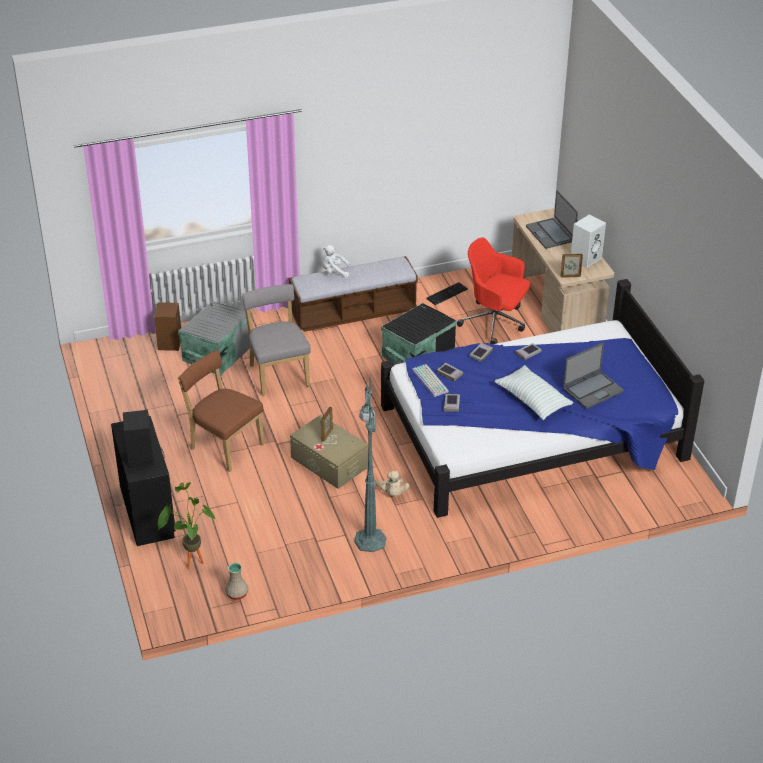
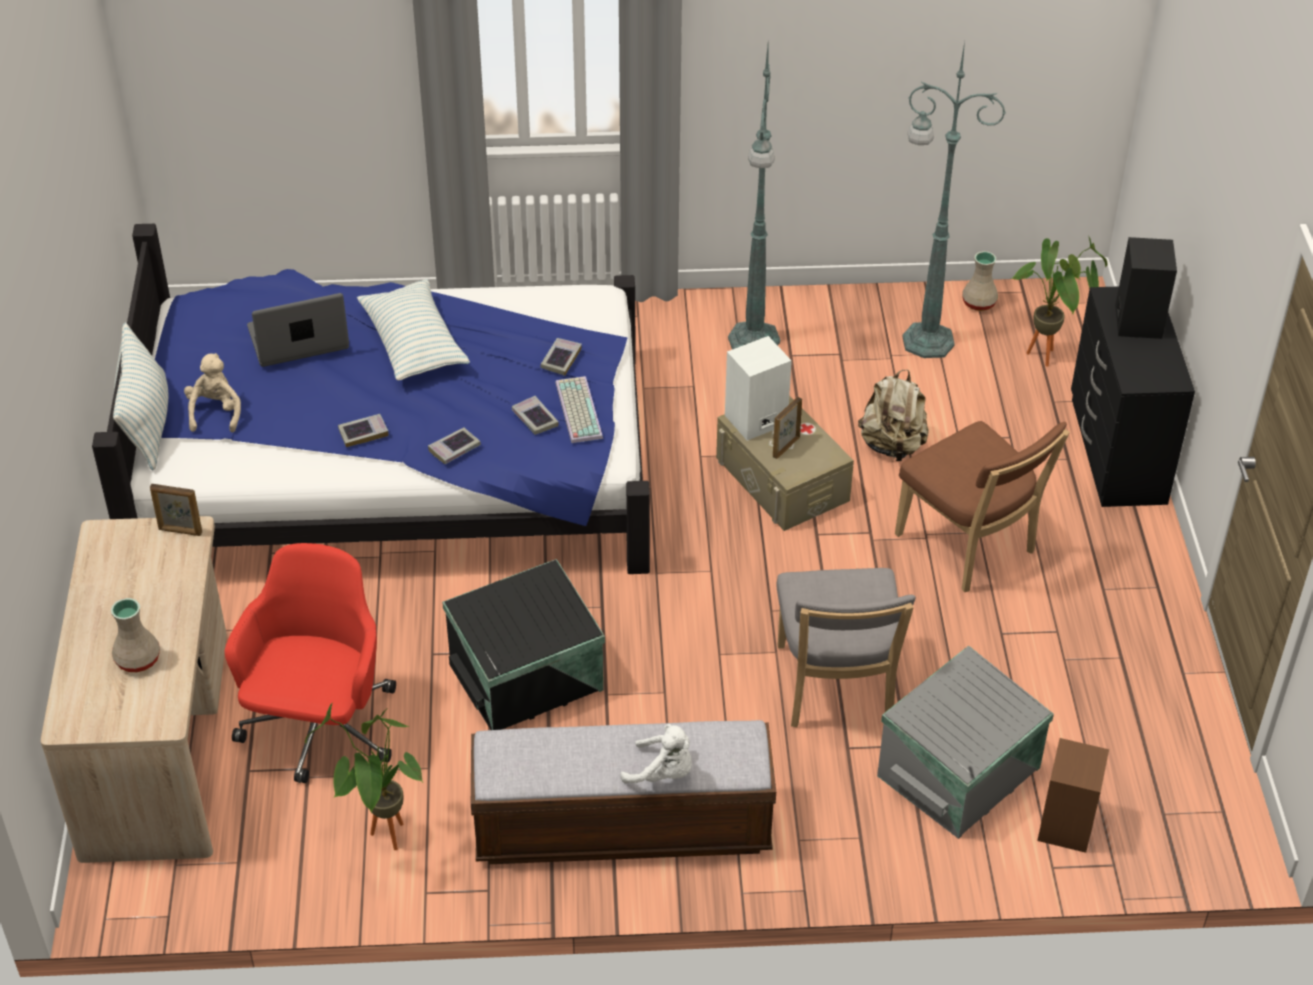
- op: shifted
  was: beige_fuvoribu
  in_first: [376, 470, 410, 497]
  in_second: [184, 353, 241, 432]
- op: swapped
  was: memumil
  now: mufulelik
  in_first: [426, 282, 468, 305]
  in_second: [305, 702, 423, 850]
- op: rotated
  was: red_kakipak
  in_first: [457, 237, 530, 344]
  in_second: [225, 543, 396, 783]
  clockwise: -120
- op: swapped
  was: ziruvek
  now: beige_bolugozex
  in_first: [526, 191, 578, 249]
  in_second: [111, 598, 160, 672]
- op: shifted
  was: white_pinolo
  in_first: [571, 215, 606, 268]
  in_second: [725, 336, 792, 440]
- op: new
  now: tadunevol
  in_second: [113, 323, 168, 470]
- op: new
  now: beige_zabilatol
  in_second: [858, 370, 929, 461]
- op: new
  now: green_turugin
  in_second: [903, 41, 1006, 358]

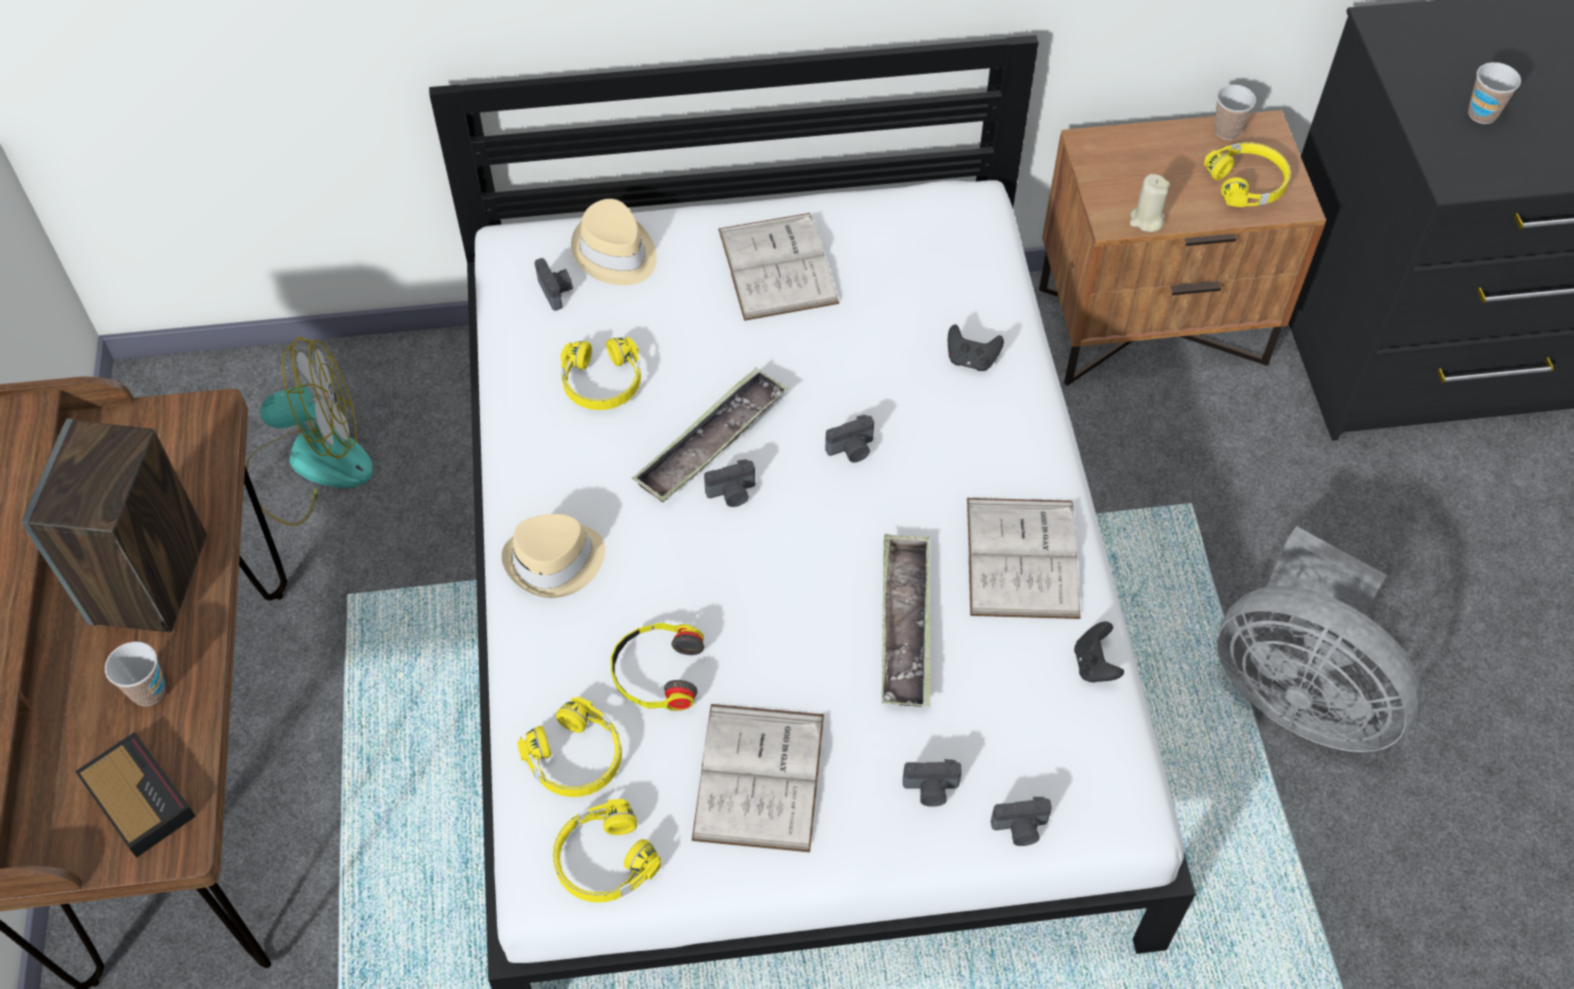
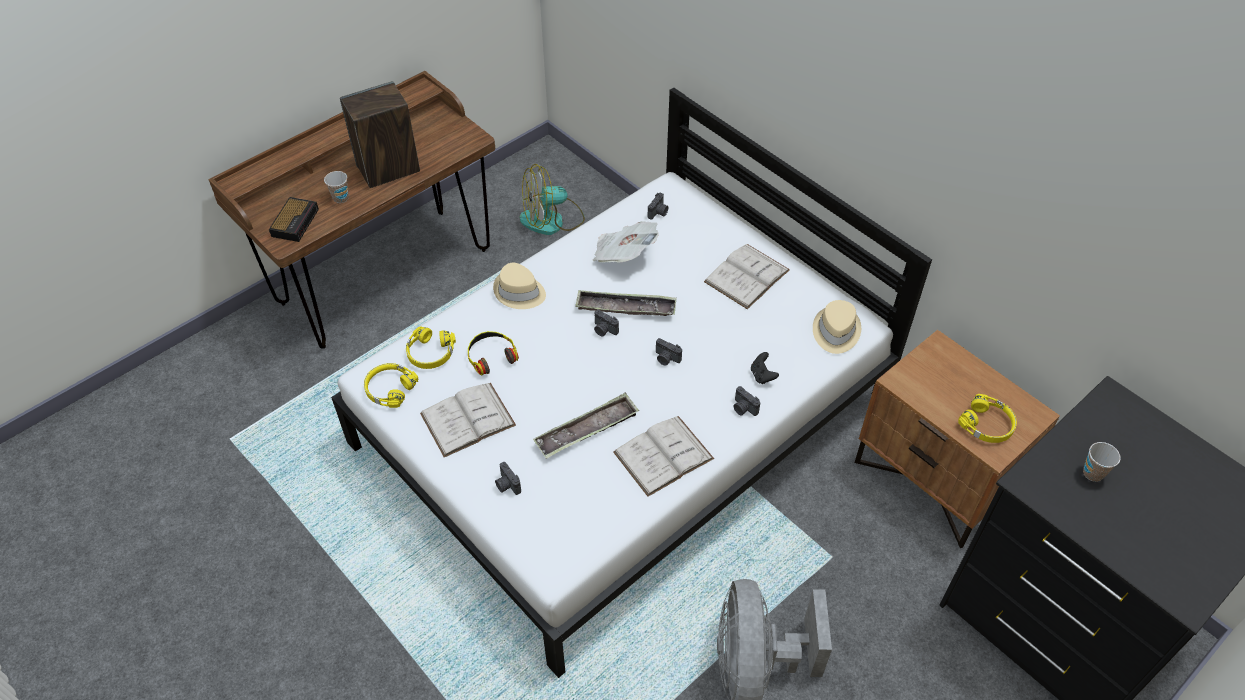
- op: rotated
  was: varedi
  in_first: [246, 337, 373, 526]
  in_second: [520, 164, 585, 235]
  clockwise: 120
- op: swapped
  was: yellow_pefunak
  now: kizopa
  in_first: [560, 337, 641, 410]
  in_second: [593, 221, 659, 263]
- op: shifted
  was: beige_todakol
  in_first: [571, 199, 657, 285]
  in_second: [813, 300, 861, 354]
- op: shifted
  was: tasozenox
  in_first: [991, 797, 1052, 846]
  in_second: [733, 386, 760, 416]
- op: gone
  was: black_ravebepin
  in_first: [1074, 622, 1124, 682]
- op: gone
  was: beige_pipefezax
  in_first: [1130, 174, 1170, 232]
- op: gone
  was: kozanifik
  in_first: [1214, 85, 1256, 140]

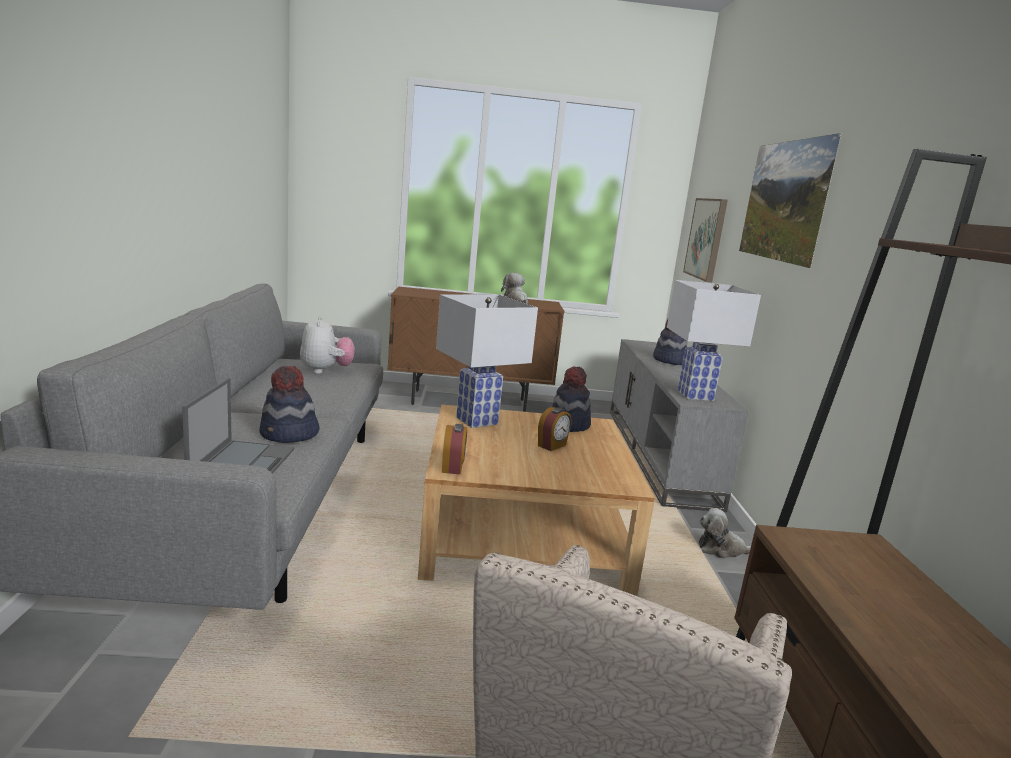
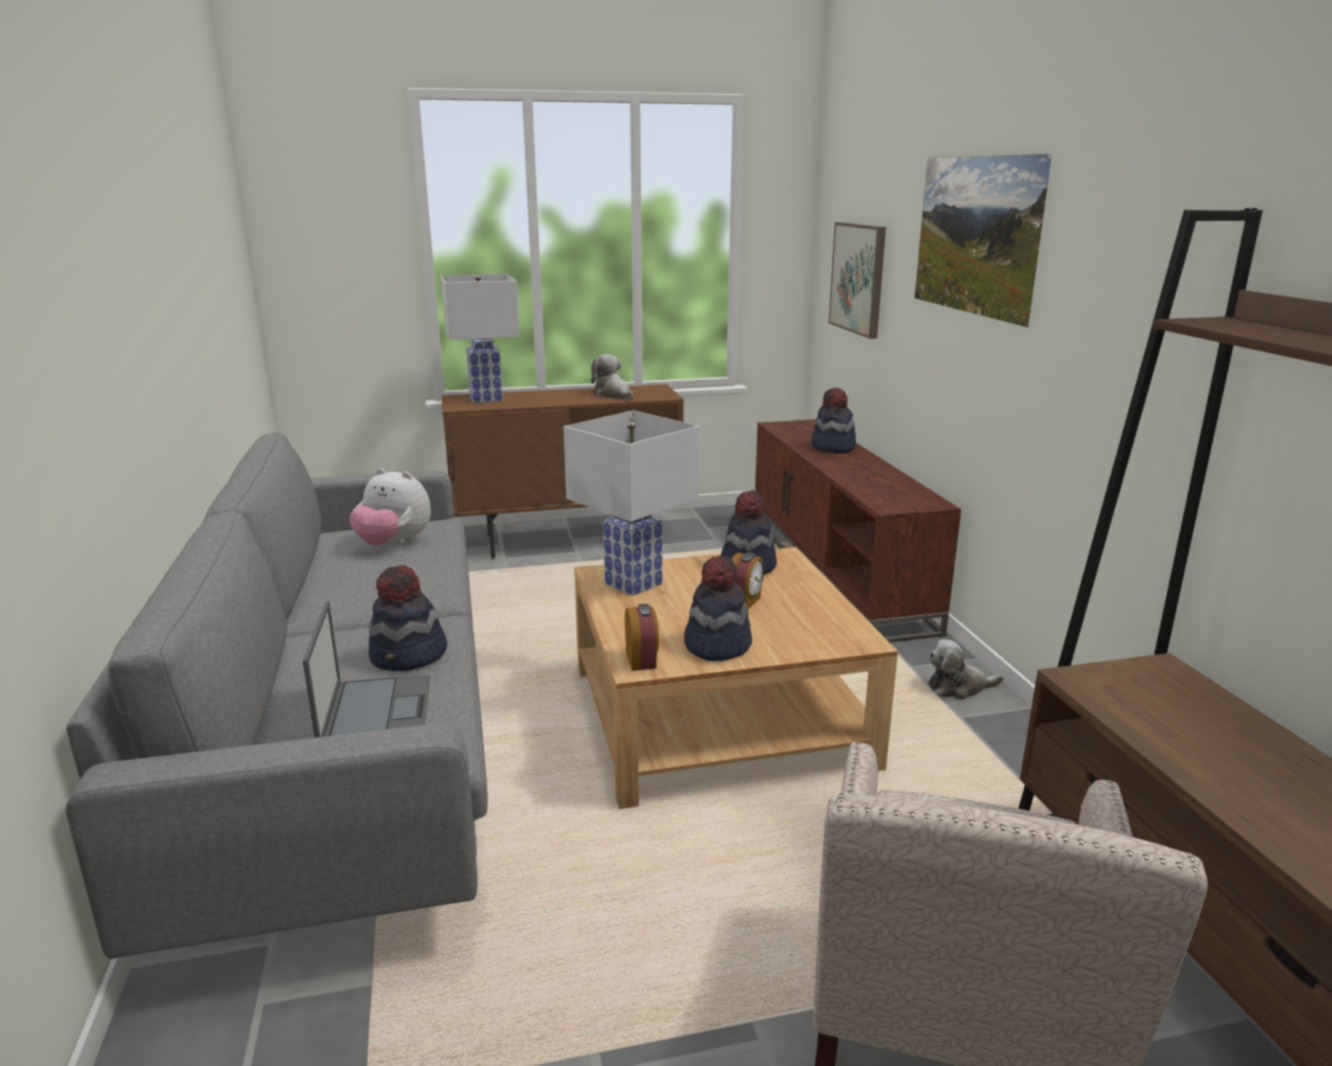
- op: rotated
  was: fuvoribu
  in_first: [300, 316, 355, 374]
  in_second: [350, 468, 431, 546]
  clockwise: 135
- op: repainted
  was: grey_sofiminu
  now: brown_sofiminu
  in_first: [610, 339, 749, 512]
  in_second: [755, 419, 961, 643]
- op: shifted
  was: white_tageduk
  in_first: [667, 280, 761, 401]
  in_second: [441, 274, 520, 403]
- op: new
  now: todakol
  in_second: [684, 555, 752, 661]

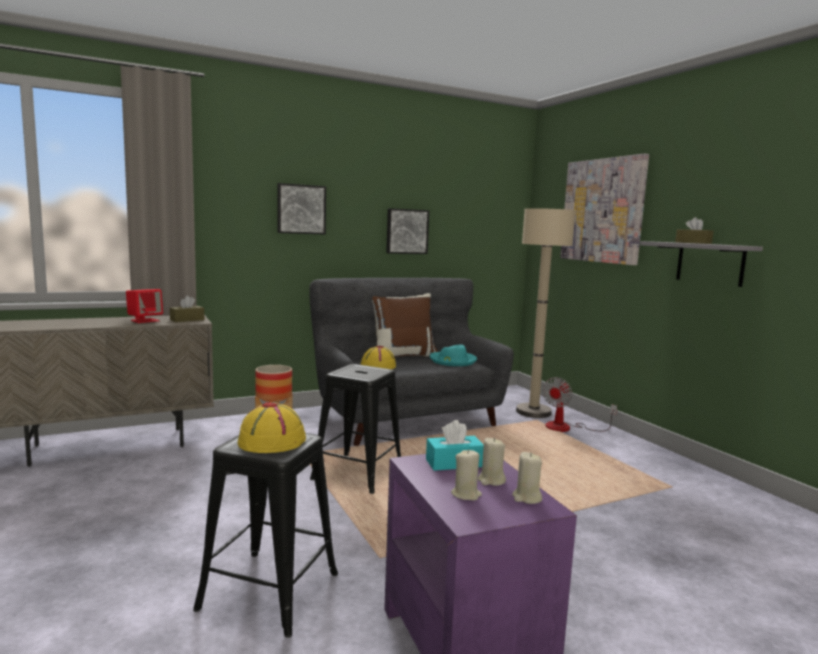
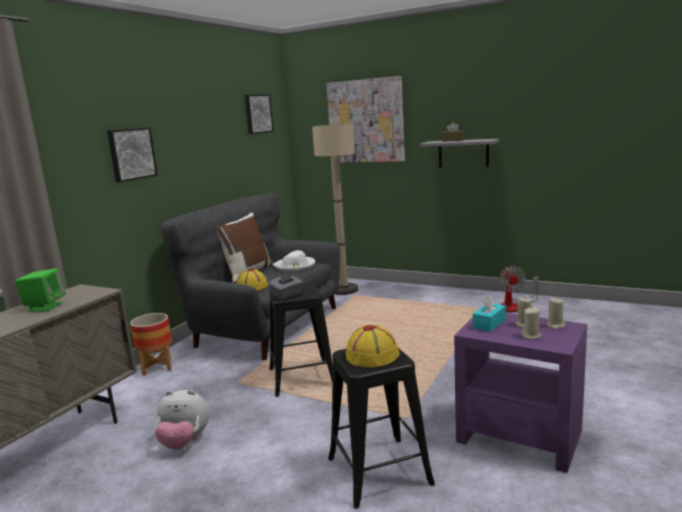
- op: repainted
  was: red_pinolo
  now: green_pinolo
  in_first: [126, 289, 163, 323]
  in_second: [15, 268, 66, 312]
- op: gone
  was: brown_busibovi
  in_first: [170, 295, 204, 322]
- op: shifted
  was: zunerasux
  in_first: [386, 208, 429, 254]
  in_second: [244, 94, 274, 134]
- op: repainted
  was: turquoise_todakol
  now: white_todakol
  in_first: [430, 345, 477, 366]
  in_second: [273, 250, 315, 271]
- op: shifted
  was: varedi
  in_first: [542, 377, 617, 432]
  in_second: [498, 266, 539, 312]
- op: new
  now: fuvoribu
  in_second: [155, 390, 209, 450]
- op: new
  now: grey_busibovi
  in_second: [268, 272, 303, 300]

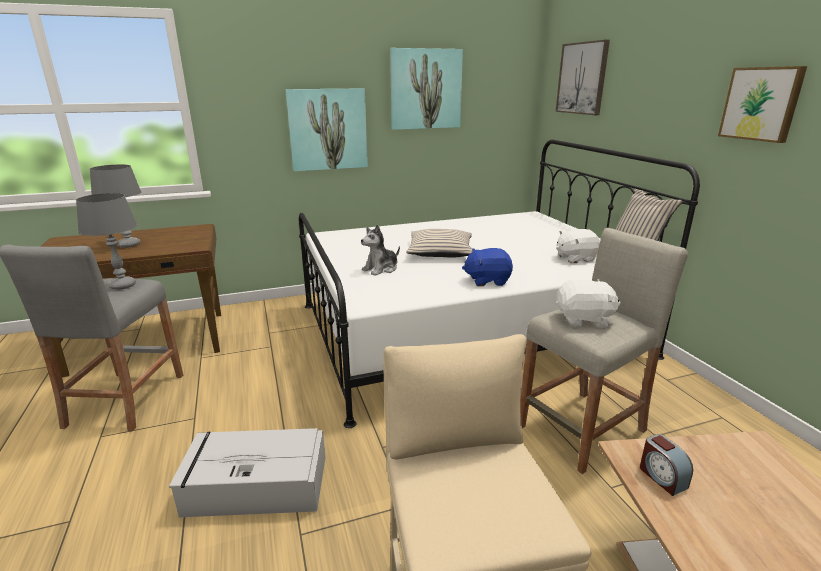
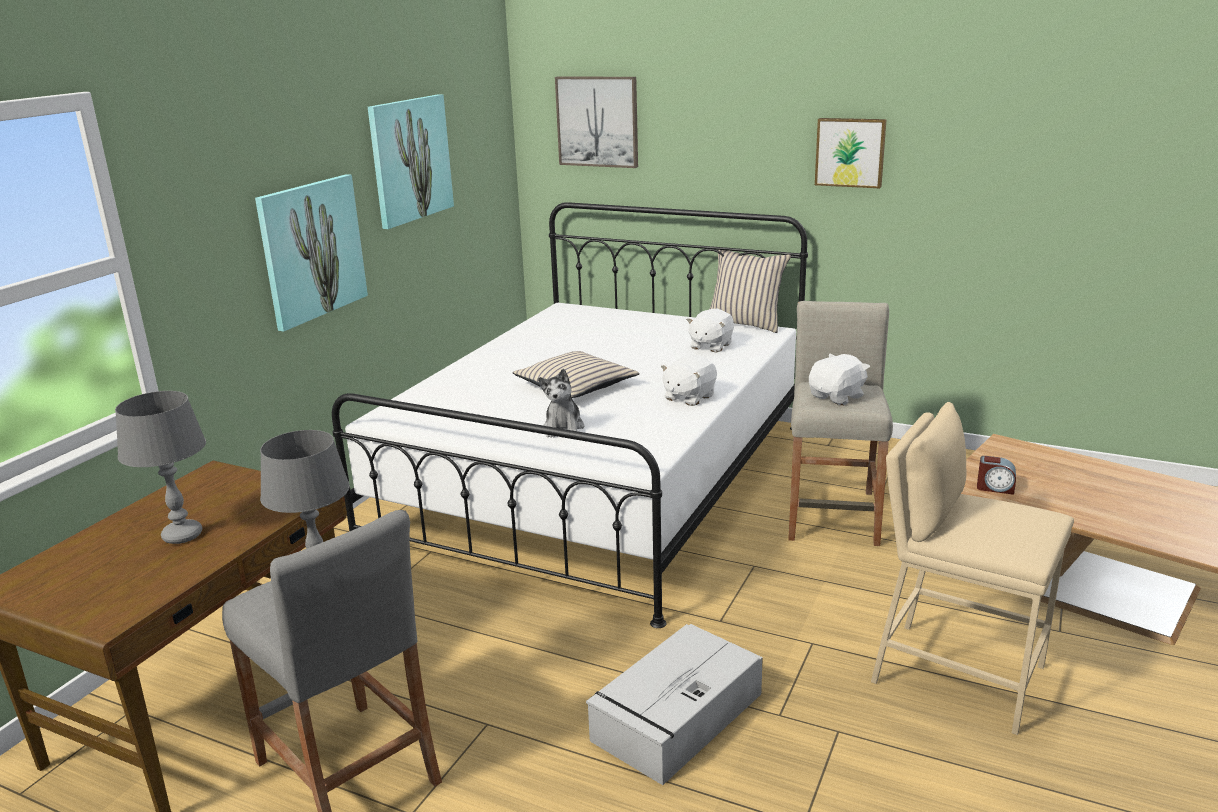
- op: repainted
  was: blue_fuvoribu
  now: white_fuvoribu
  in_first: [462, 248, 513, 286]
  in_second: [661, 355, 717, 406]

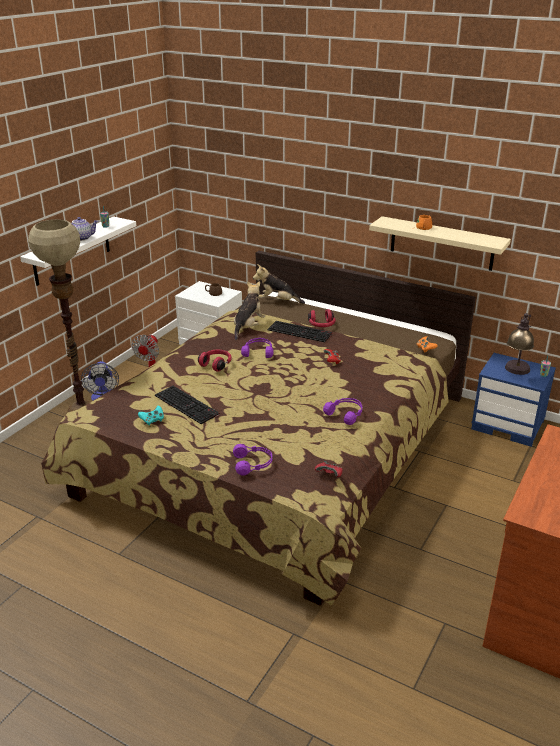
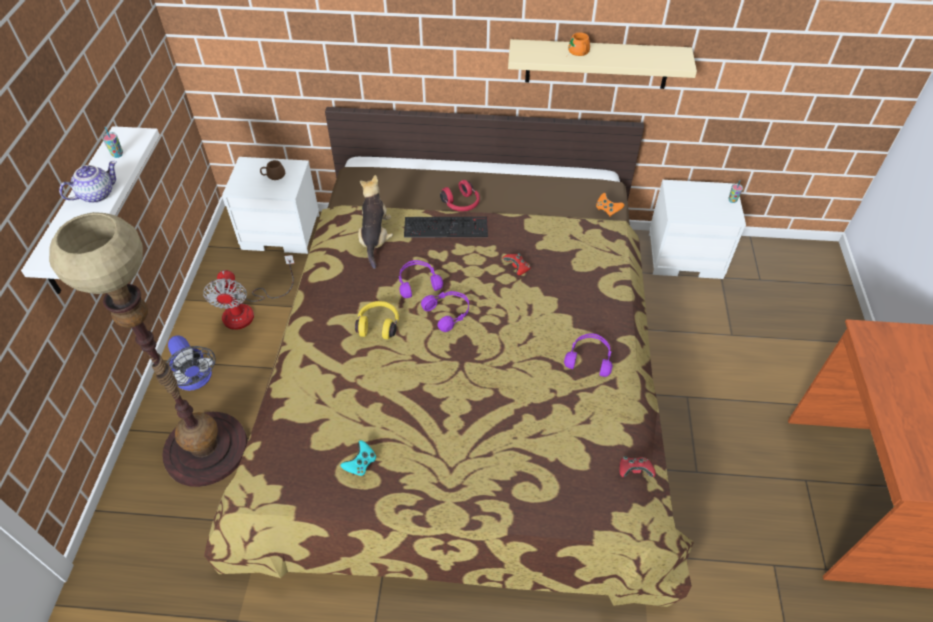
- op: gone
  was: memumil
  in_first: [155, 386, 220, 424]
- op: repainted
  was: red_pefunak
  now: yellow_pefunak
  in_first: [198, 350, 232, 372]
  in_second: [355, 301, 399, 339]
- op: shifted
  was: purple_pefunak
  in_first: [233, 444, 272, 476]
  in_second: [421, 291, 469, 332]
- op: gone
  was: fuvoribu
  in_first: [253, 264, 305, 304]
- op: repainted
  was: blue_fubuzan
  now: white_fubuzan
  in_first: [471, 353, 556, 447]
  in_second: [649, 180, 746, 279]
- op: gone
  was: tageduk
  in_first: [505, 313, 534, 375]

